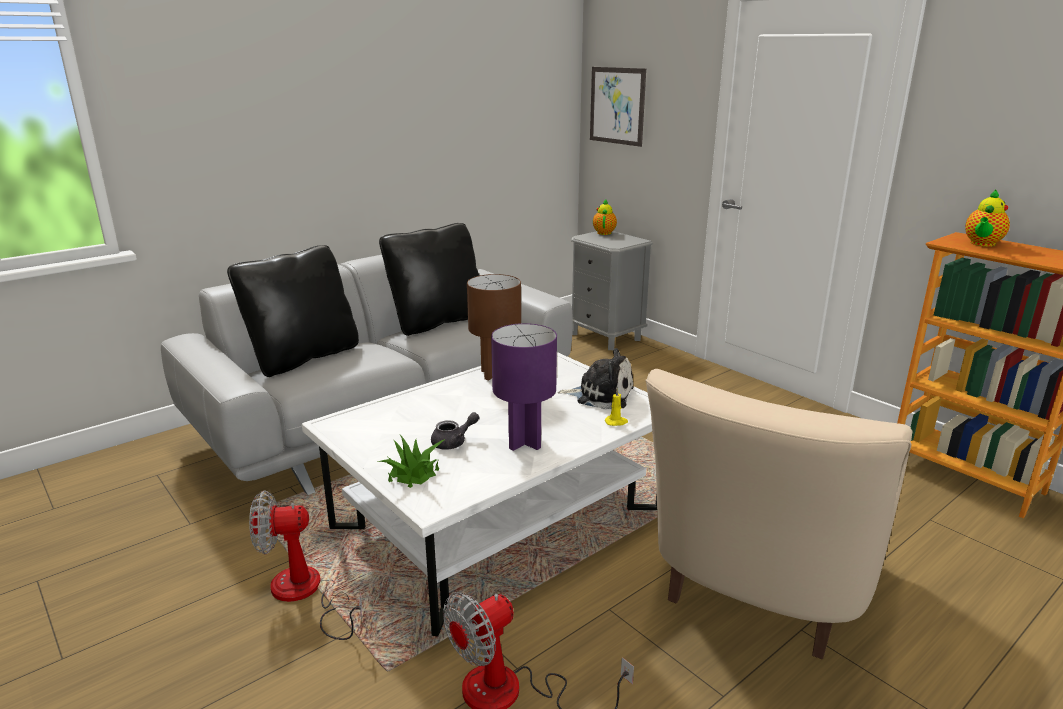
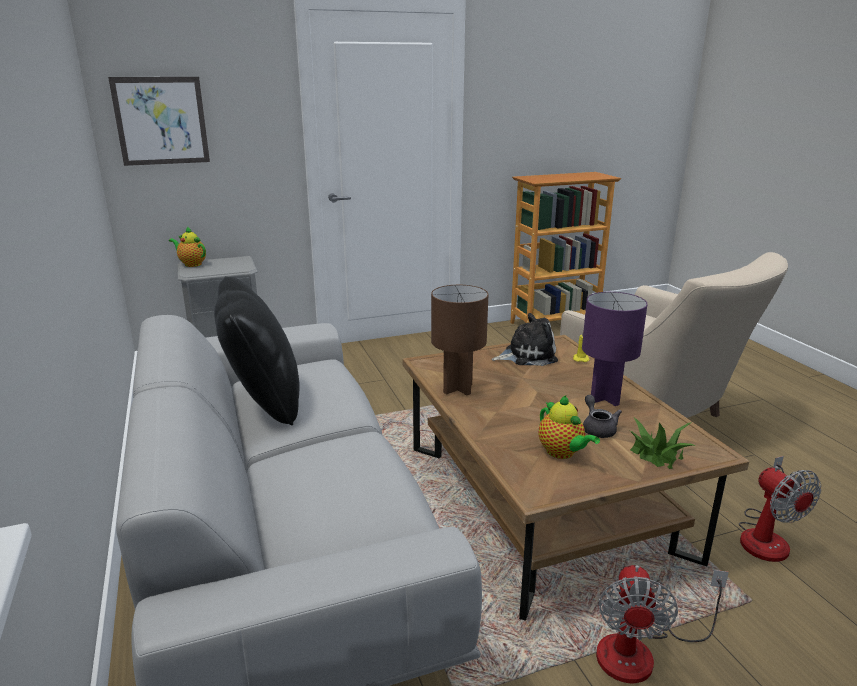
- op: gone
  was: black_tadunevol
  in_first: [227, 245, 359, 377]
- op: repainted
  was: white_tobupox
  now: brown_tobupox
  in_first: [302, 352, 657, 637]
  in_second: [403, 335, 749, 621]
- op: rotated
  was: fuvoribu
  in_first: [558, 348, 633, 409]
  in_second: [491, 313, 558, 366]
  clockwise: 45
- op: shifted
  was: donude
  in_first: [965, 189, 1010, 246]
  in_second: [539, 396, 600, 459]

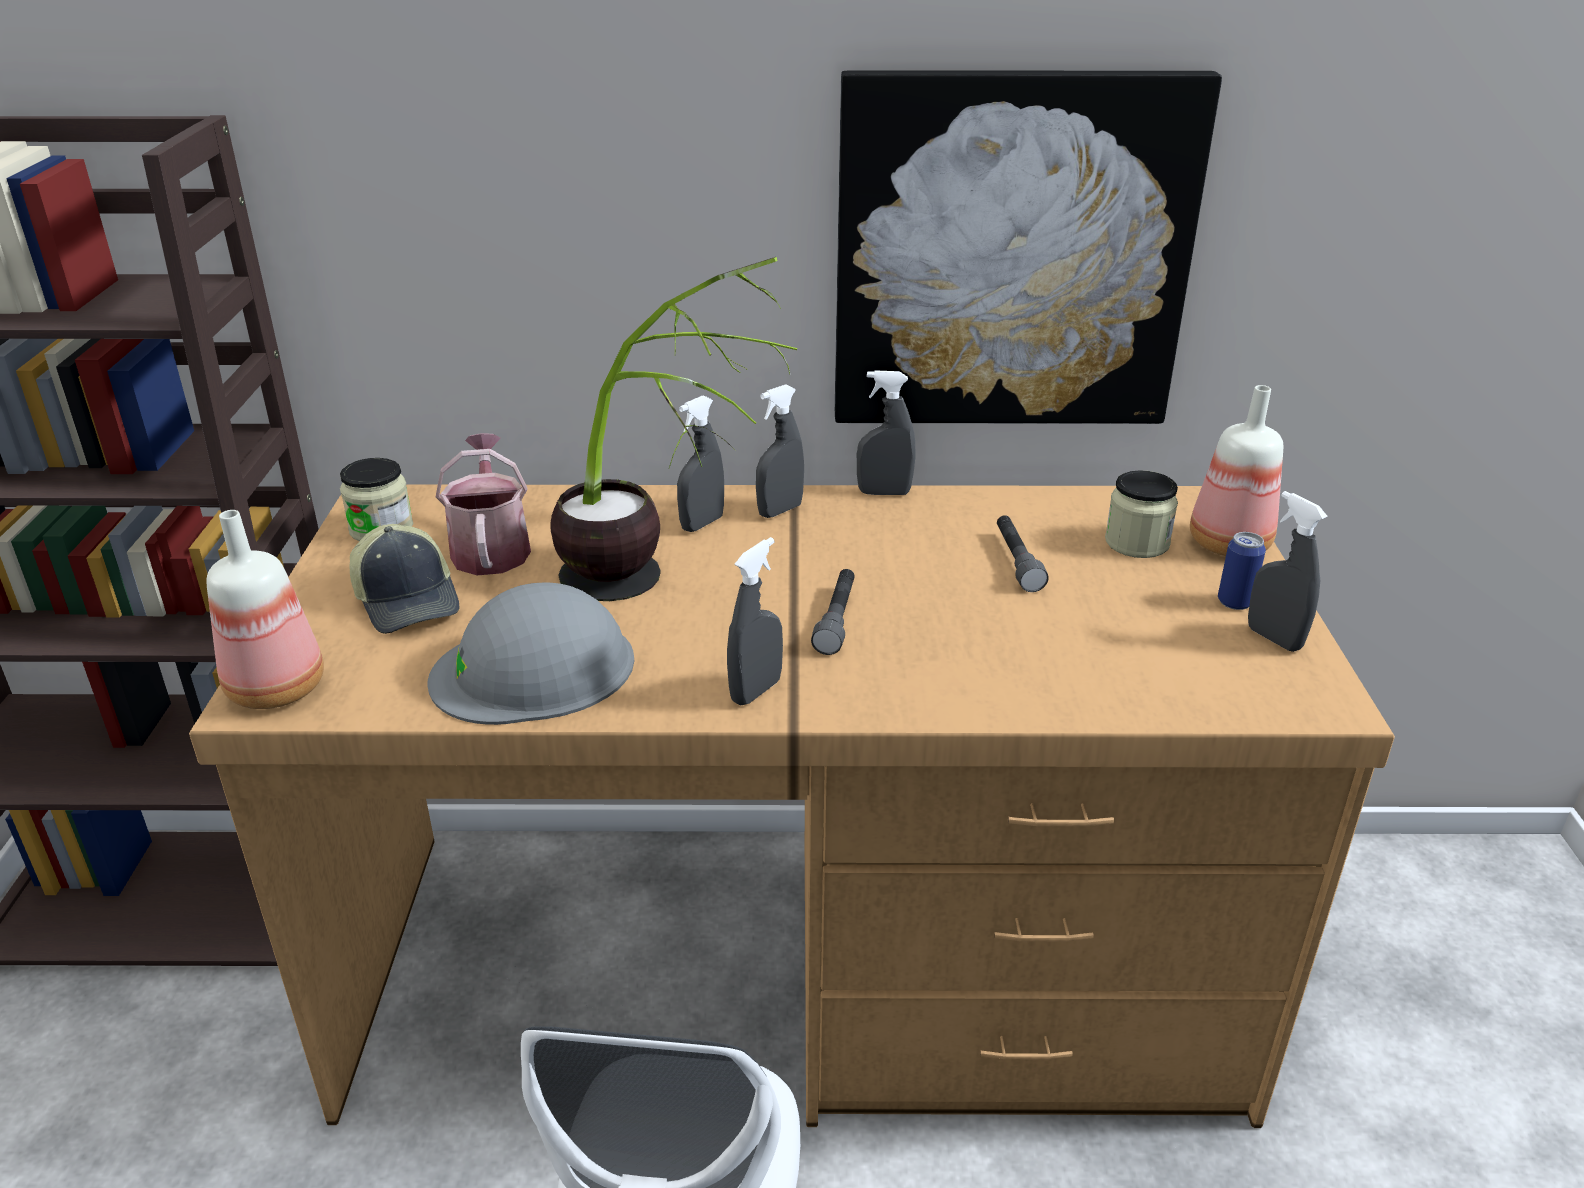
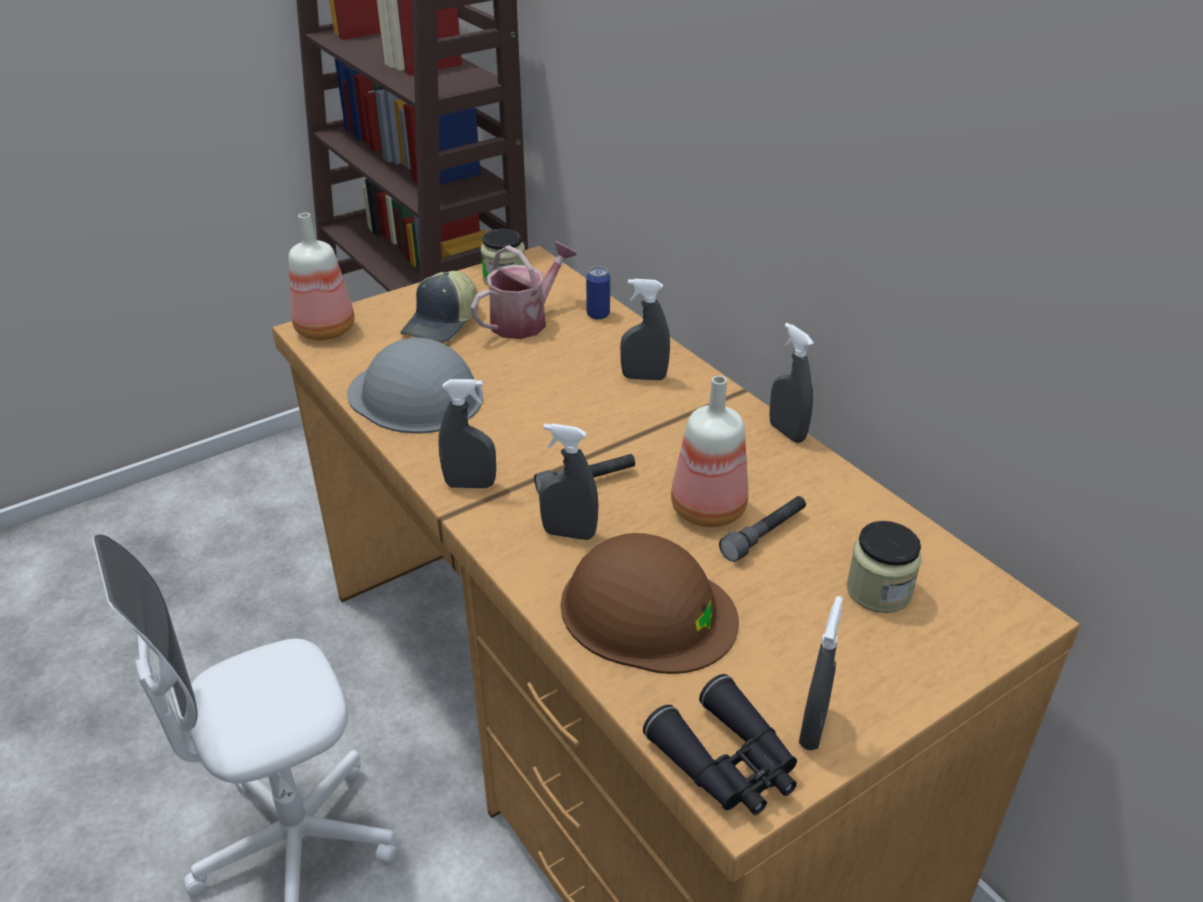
- op: gone
  was: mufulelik
  in_first: [550, 257, 797, 601]
- op: shifted
  was: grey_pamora
  in_first: [756, 384, 804, 518]
  in_second: [539, 423, 598, 540]
- op: gone
  was: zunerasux
  in_first: [835, 70, 1222, 424]
- op: shifted
  was: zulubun
  in_first: [1190, 385, 1283, 556]
  in_second: [671, 376, 748, 527]
- op: shifted
  was: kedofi
  in_first: [1218, 532, 1266, 610]
  in_second: [586, 266, 610, 320]
- op: new
  now: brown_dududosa
  in_second: [561, 533, 739, 674]
- op: new
  now: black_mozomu
  in_second: [643, 674, 797, 815]

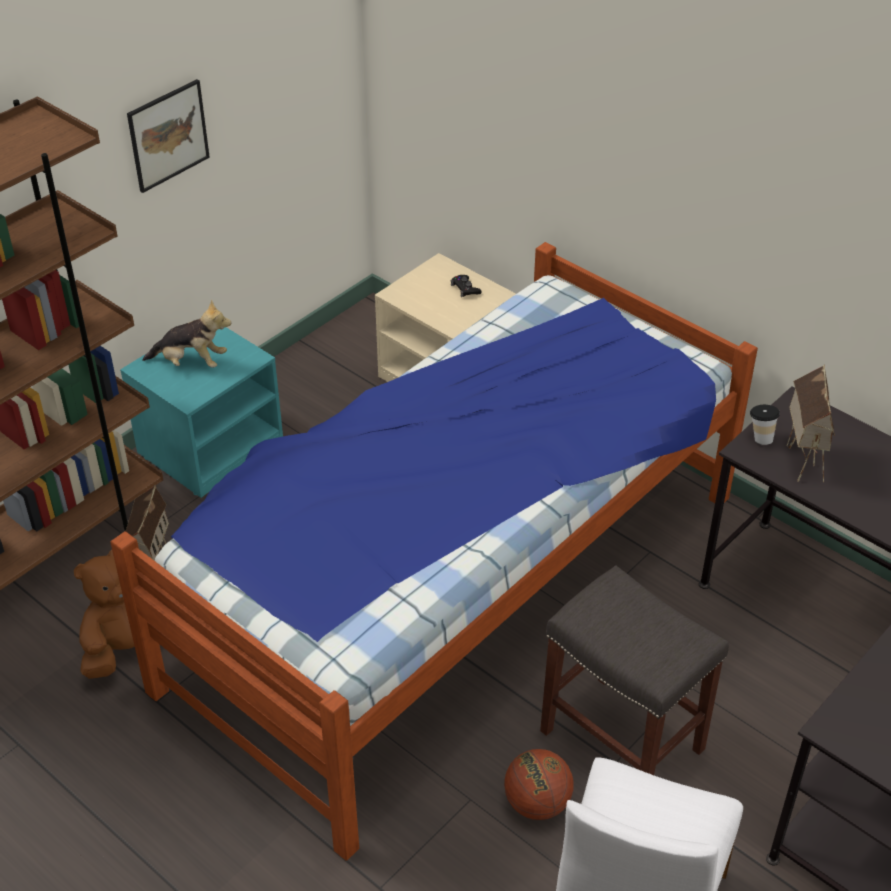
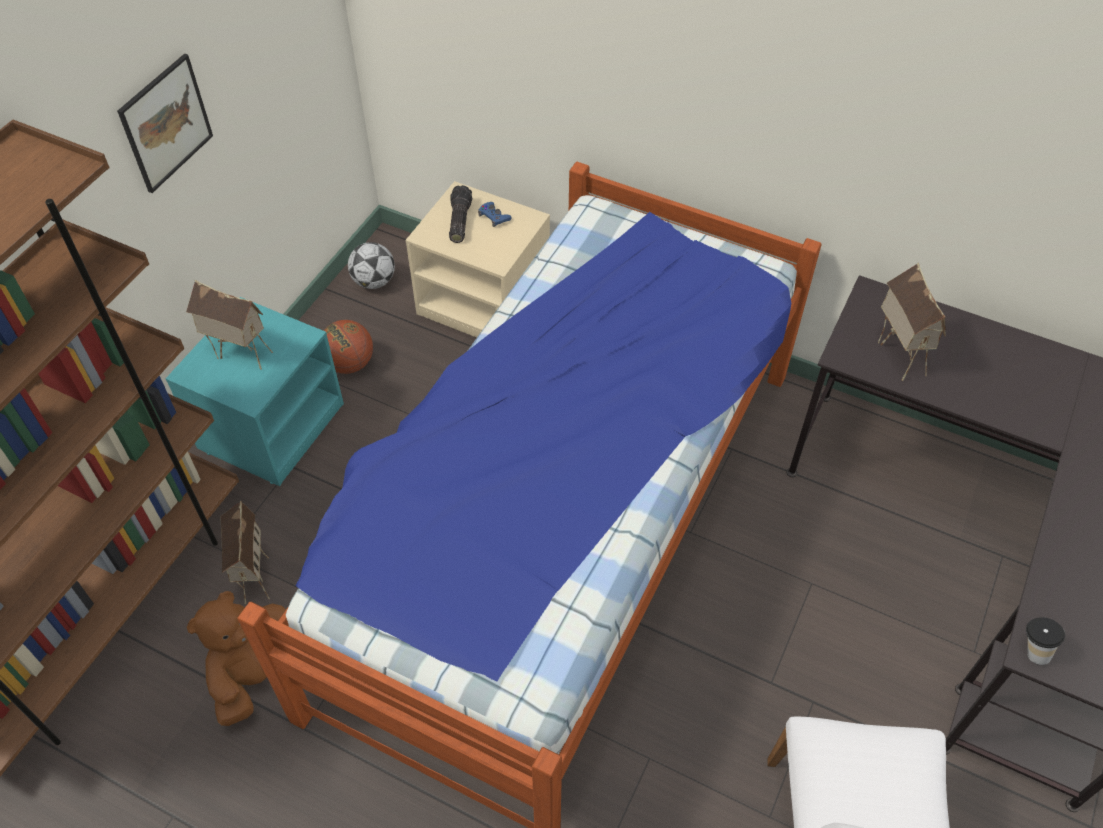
- op: swapped
  was: fuvoribu
  now: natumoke
  in_first: [142, 300, 231, 368]
  in_second: [186, 280, 273, 370]
- op: repainted
  was: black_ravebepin
  now: blue_ravebepin
  in_first: [451, 275, 482, 297]
  in_second: [478, 202, 512, 227]
- op: shifted
  was: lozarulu
  in_first: [504, 749, 574, 820]
  in_second: [324, 320, 373, 374]
- op: gone
  was: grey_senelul
  in_first: [540, 565, 729, 775]
- op: shifted
  was: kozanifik
  in_first: [750, 405, 780, 445]
  in_second: [1026, 617, 1065, 665]
- op: new
  now: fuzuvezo
  in_second: [348, 242, 395, 289]
- op: new
  now: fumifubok
  in_second: [449, 185, 472, 243]

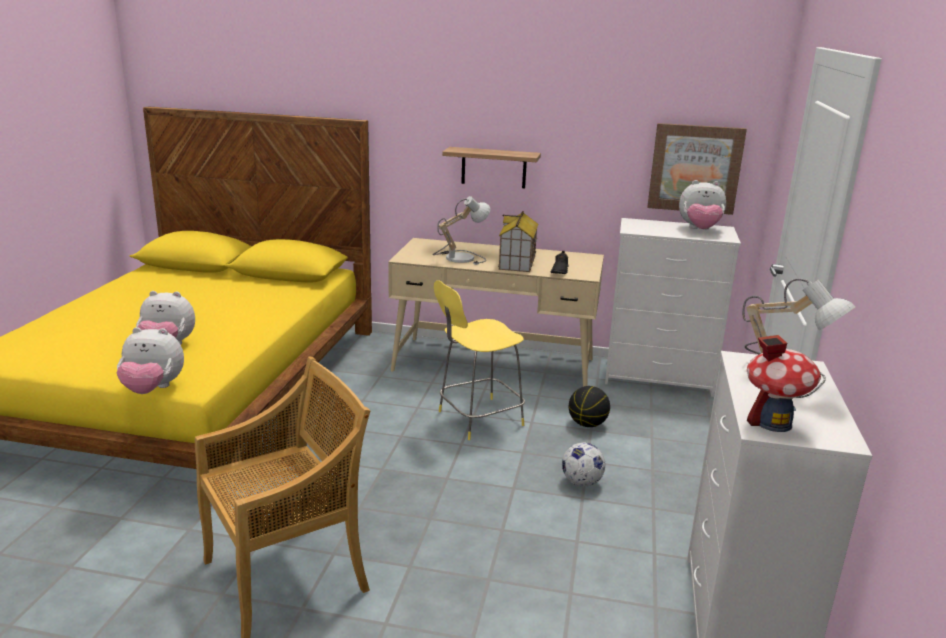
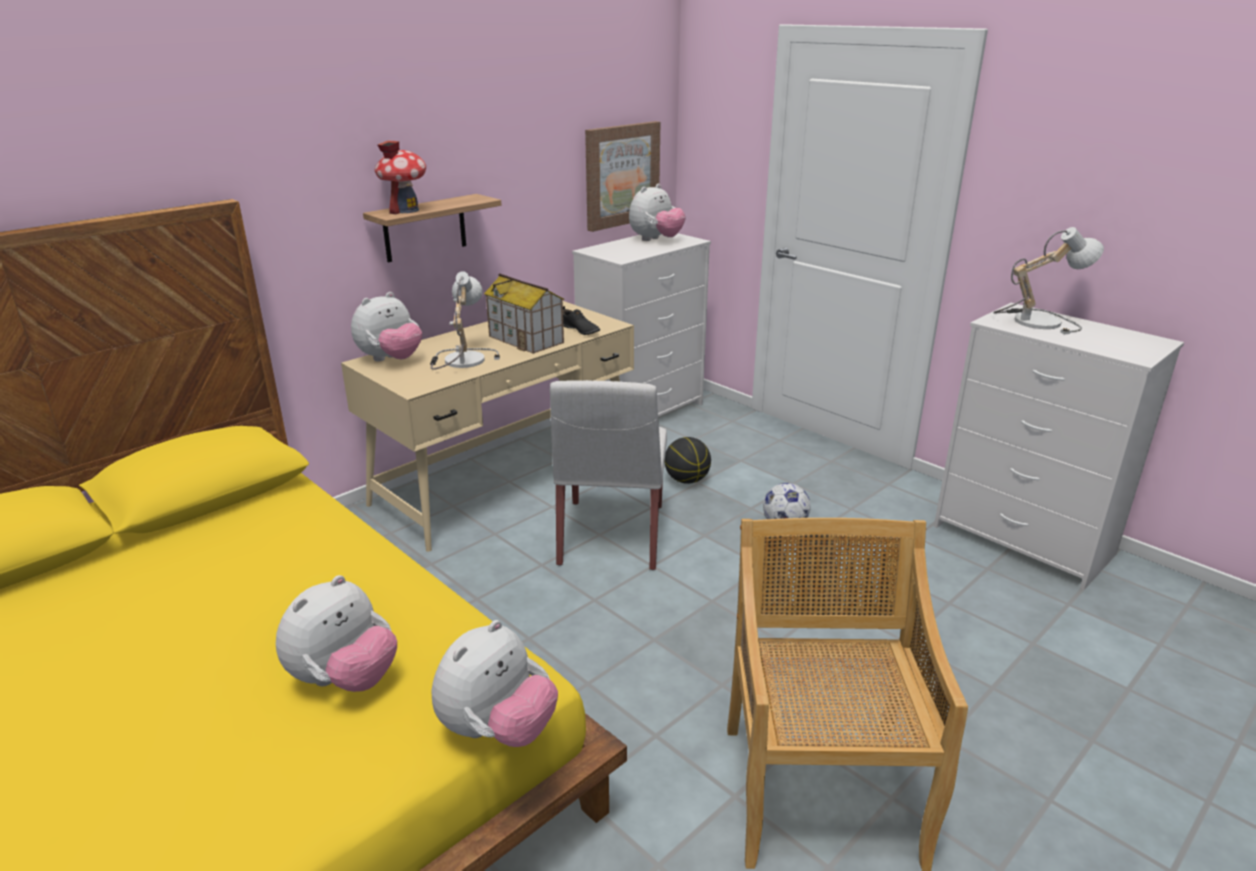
- op: swapped
  was: yellow_senelul
  now: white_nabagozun
  in_first: [434, 280, 525, 440]
  in_second: [550, 380, 667, 570]
- op: shifted
  was: natumoke
  in_first: [747, 335, 821, 432]
  in_second: [375, 140, 426, 214]
- op: new
  now: fuvoribu
  in_second: [351, 292, 422, 362]

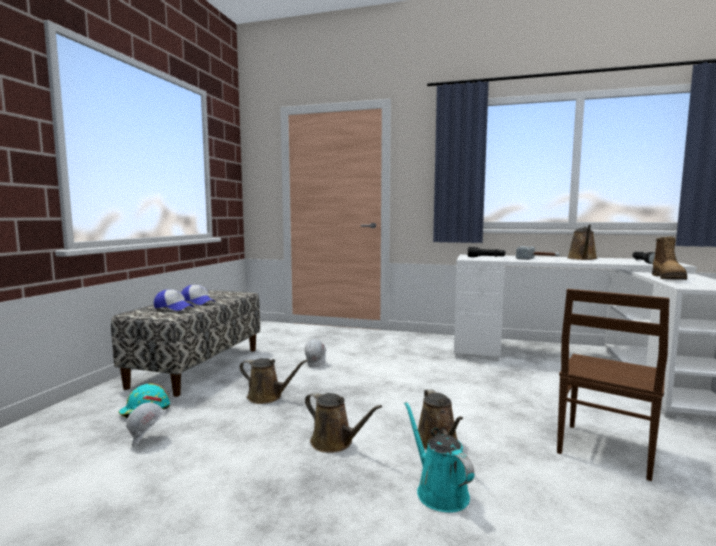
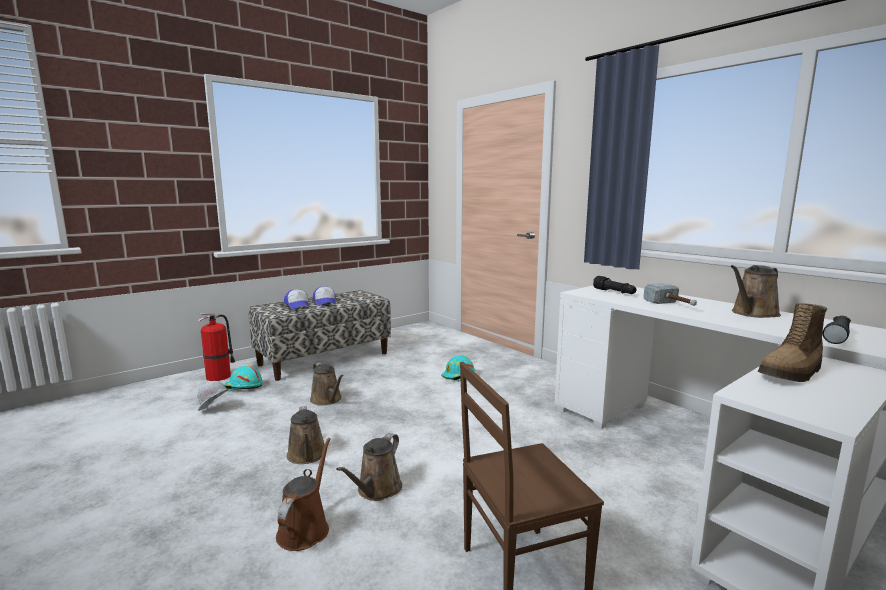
- op: gone
  was: white_dududosa
  in_first: [304, 339, 326, 367]
- op: repainted
  was: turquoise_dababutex
  now: brown_dababutex
  in_first: [404, 402, 474, 513]
  in_second: [276, 438, 331, 551]
- op: new
  now: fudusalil
  in_second: [198, 313, 235, 381]
- op: new
  now: turquoise_dududosa
  in_second: [441, 355, 475, 382]

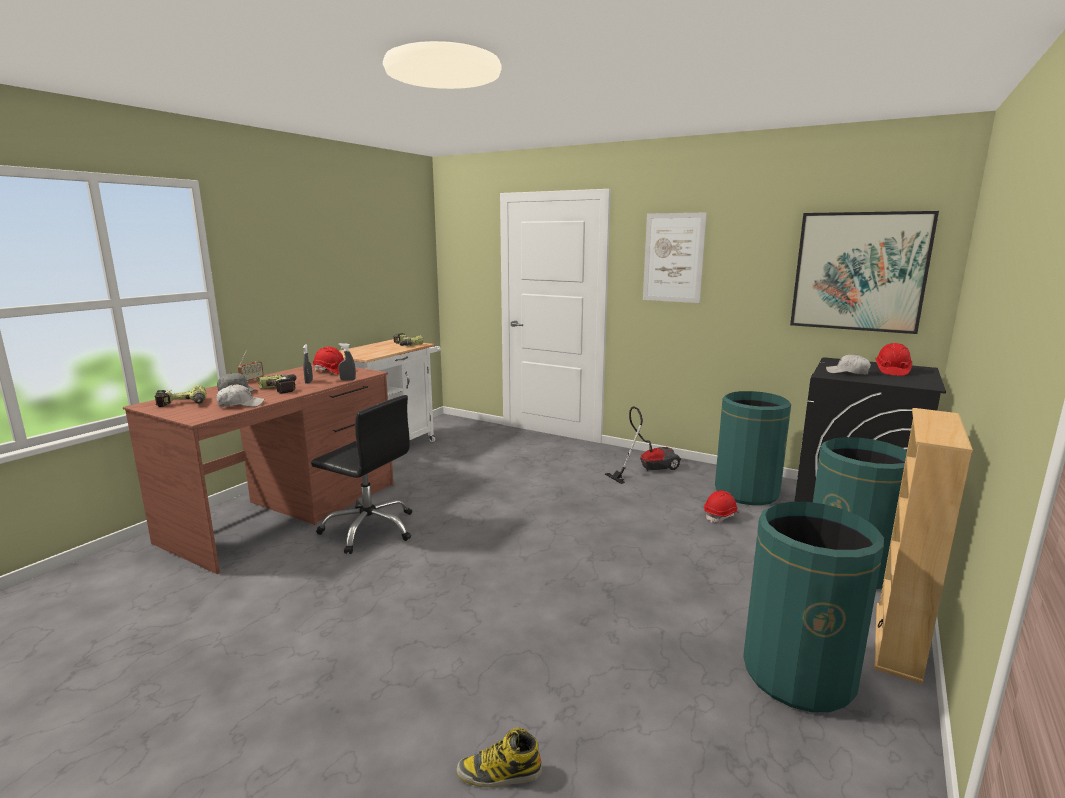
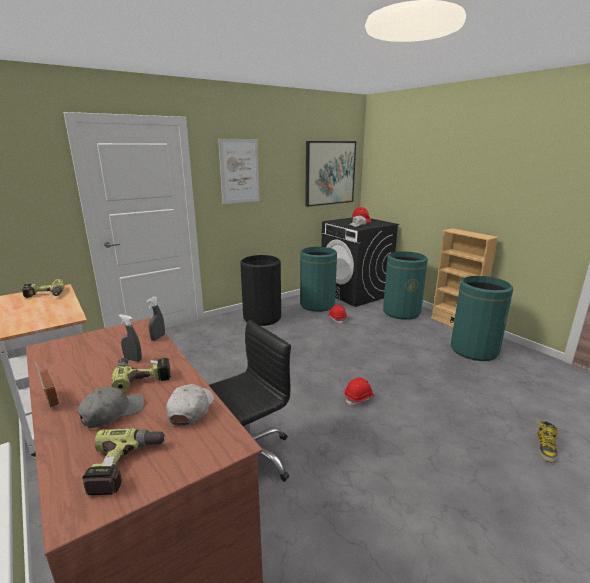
- op: shifted
  was: red_dududosa
  in_first: [313, 347, 344, 374]
  in_second: [345, 378, 375, 406]
- op: swapped
  was: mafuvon
  now: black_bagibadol
  in_first: [605, 407, 681, 484]
  in_second: [240, 255, 281, 326]

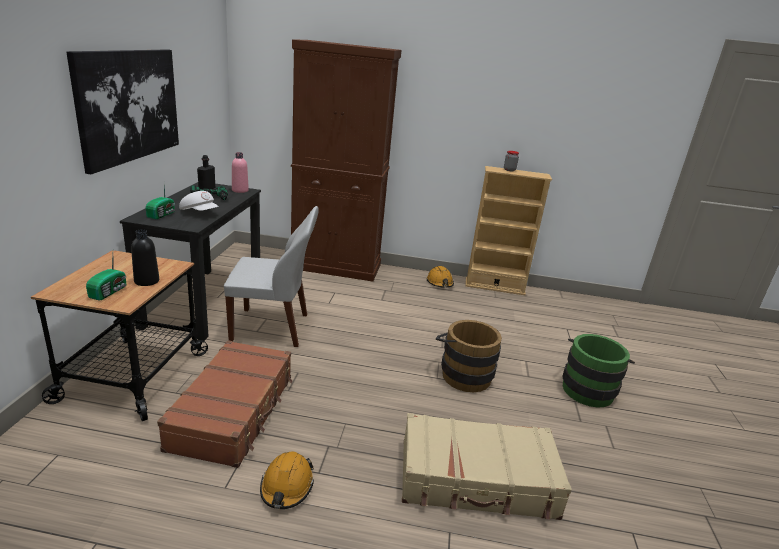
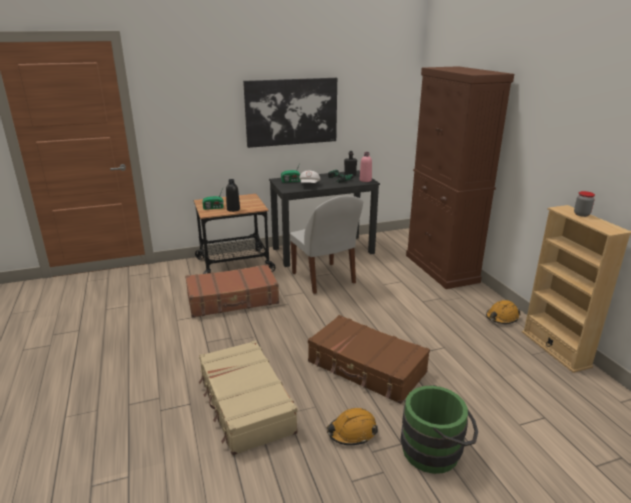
- op: shifted
  was: orange_dududosa
  in_first: [260, 451, 314, 509]
  in_second: [327, 408, 378, 445]
- op: swapped
  was: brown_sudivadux
  now: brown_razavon
  in_first: [436, 320, 502, 392]
  in_second: [308, 315, 430, 404]

